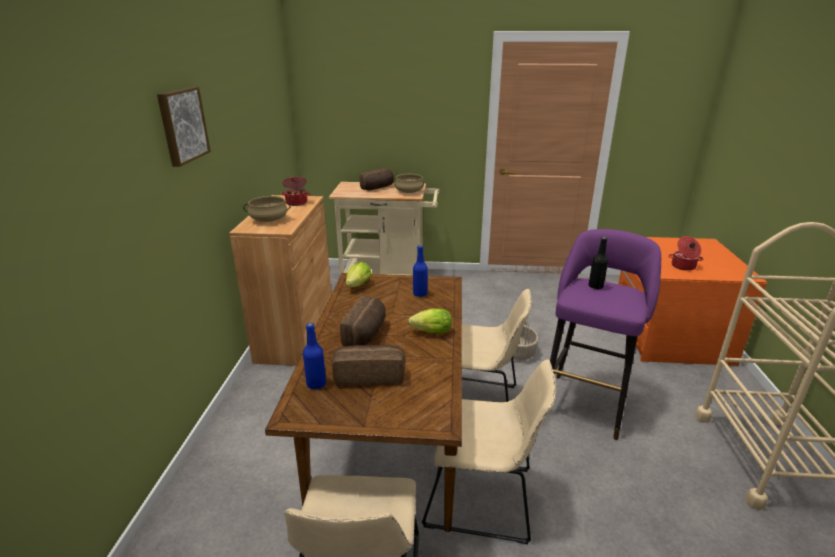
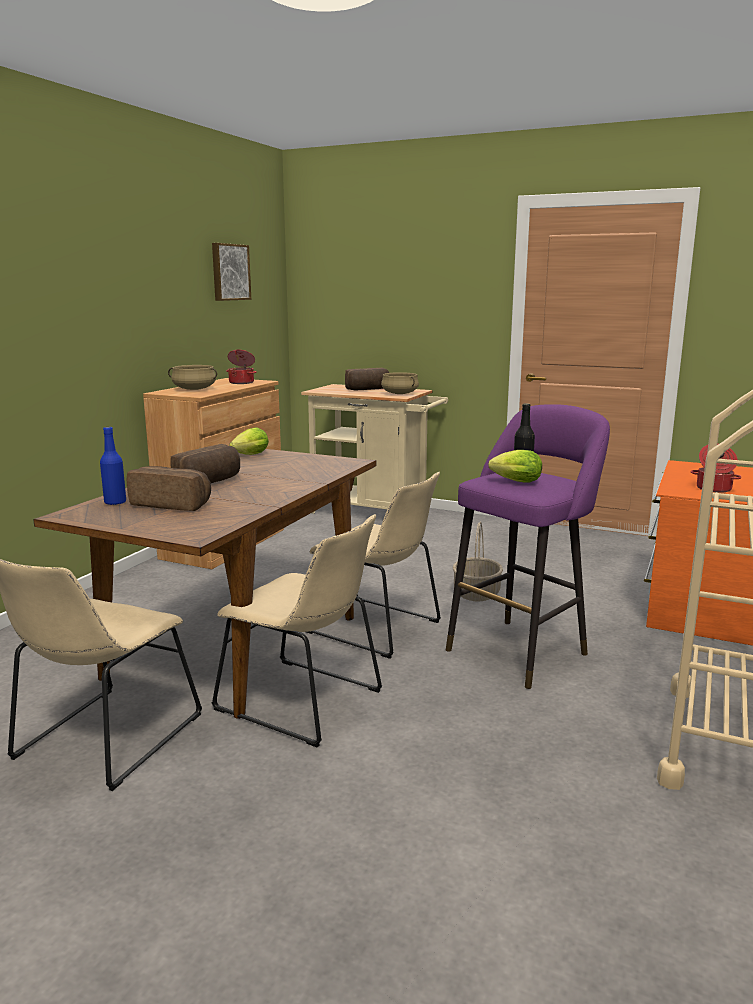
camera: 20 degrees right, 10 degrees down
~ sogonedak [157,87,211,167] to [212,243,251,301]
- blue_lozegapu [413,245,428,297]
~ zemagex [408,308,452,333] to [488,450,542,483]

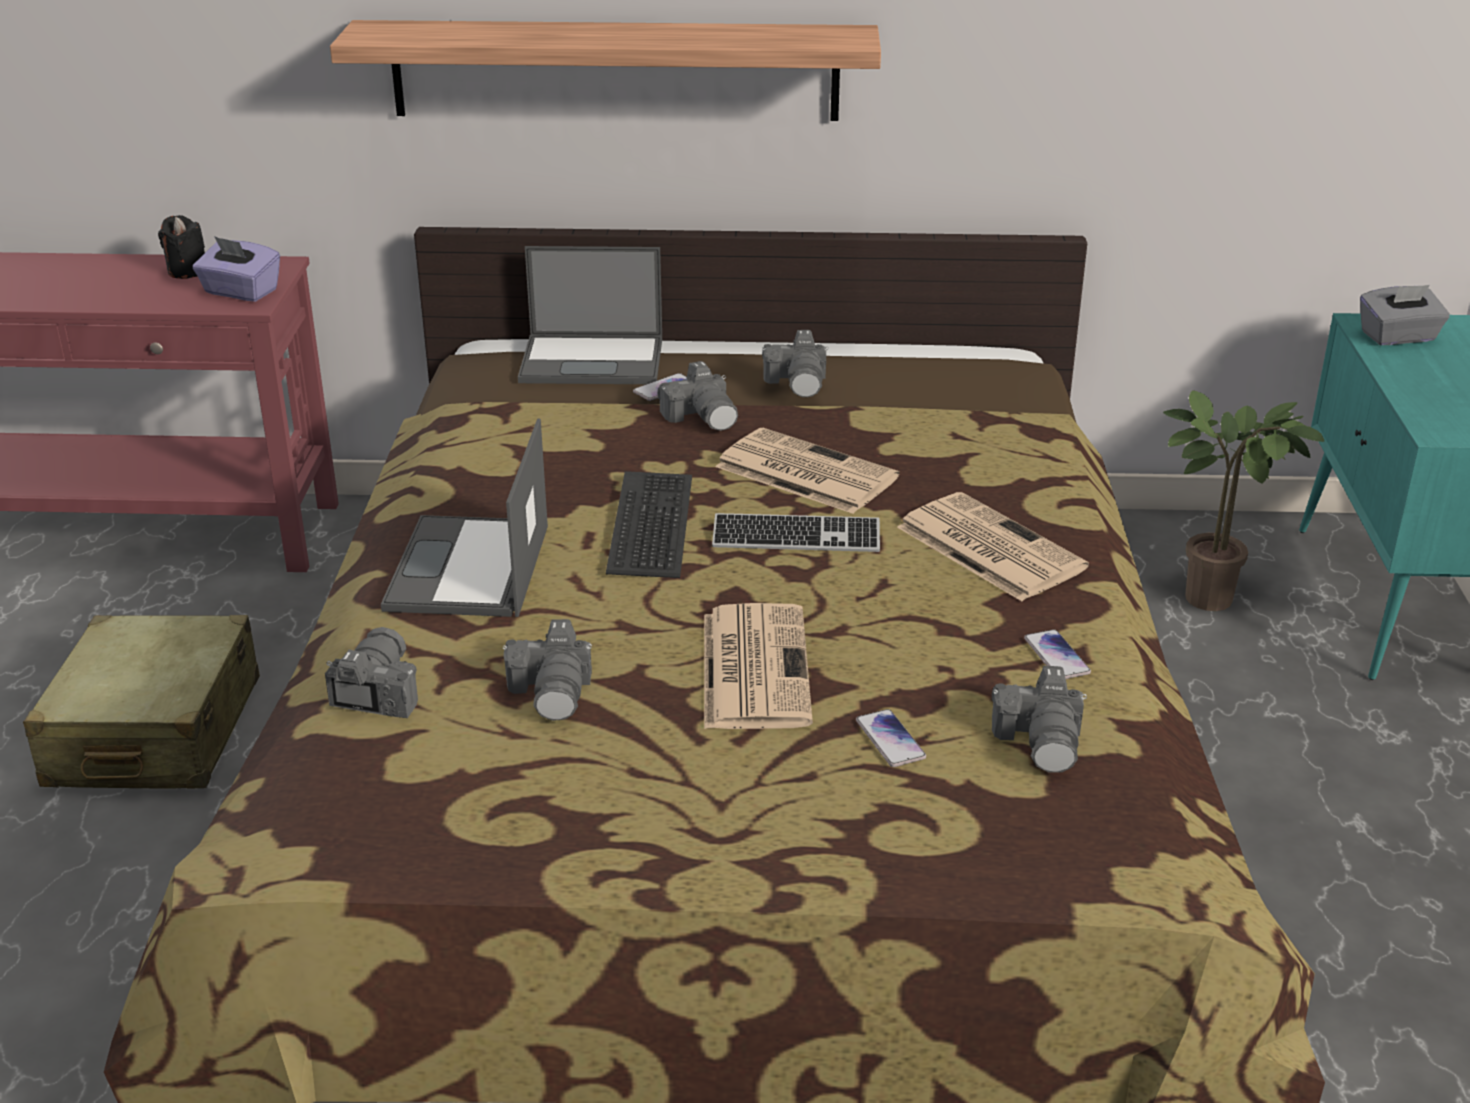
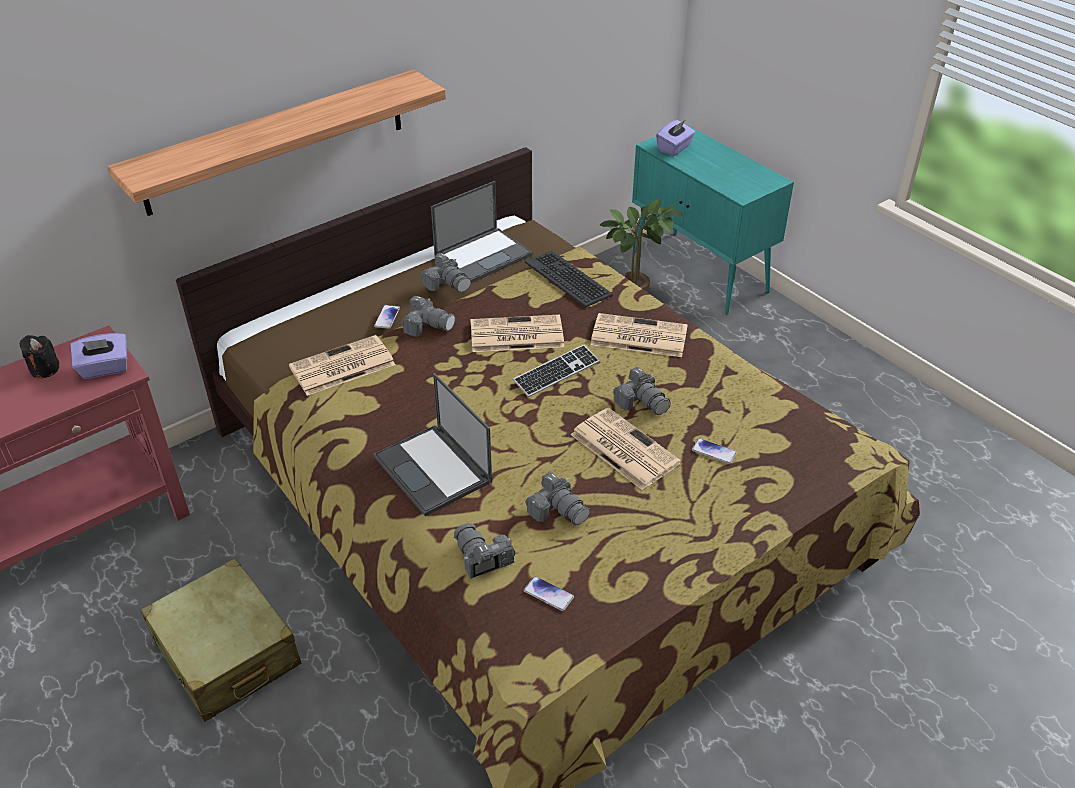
camera: 40 degrees left, 10 degrees up
~ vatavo [518,246,662,384] to [431,181,533,283]
~ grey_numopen [1360,285,1450,345] to purple_numopen [656,120,695,156]
~ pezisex [606,471,692,578] to [525,250,613,308]
~ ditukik [1024,629,1091,679] to [524,576,574,611]
~ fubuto [992,666,1087,773] to [613,367,671,415]
+ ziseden [289,335,395,396]

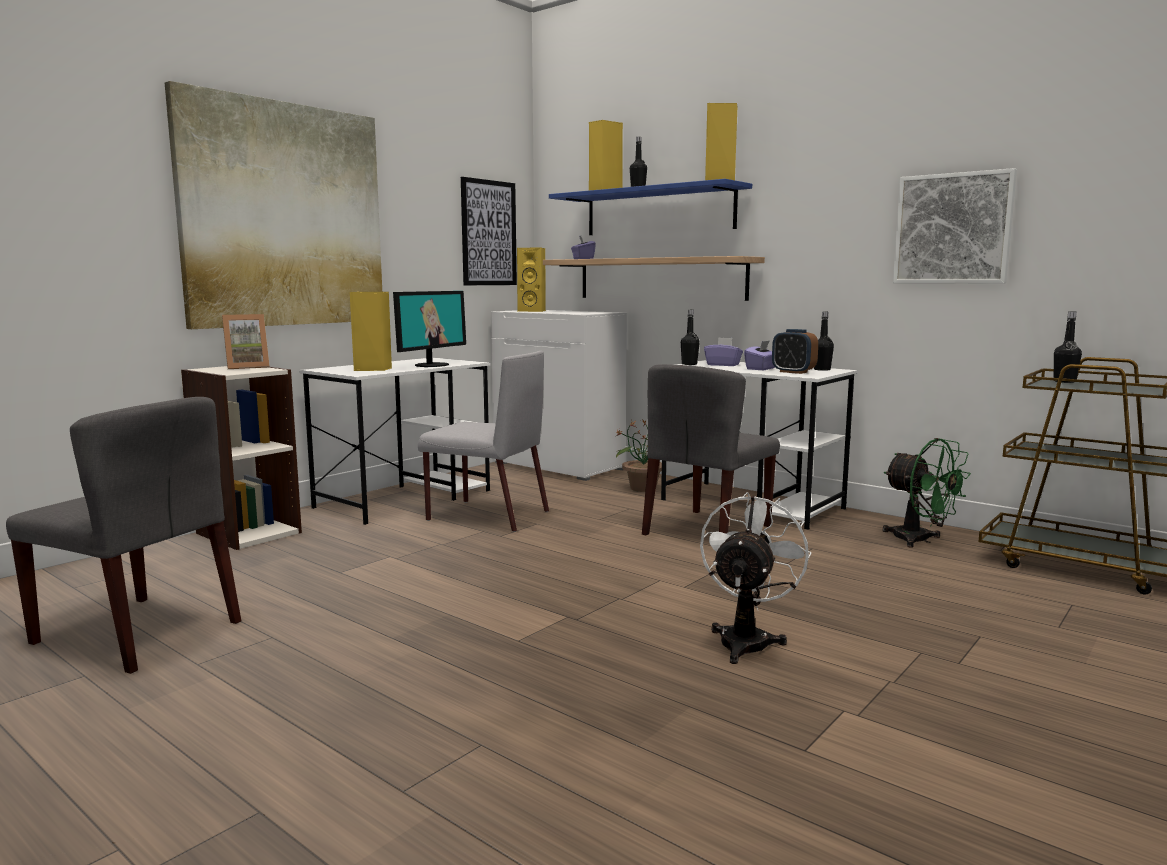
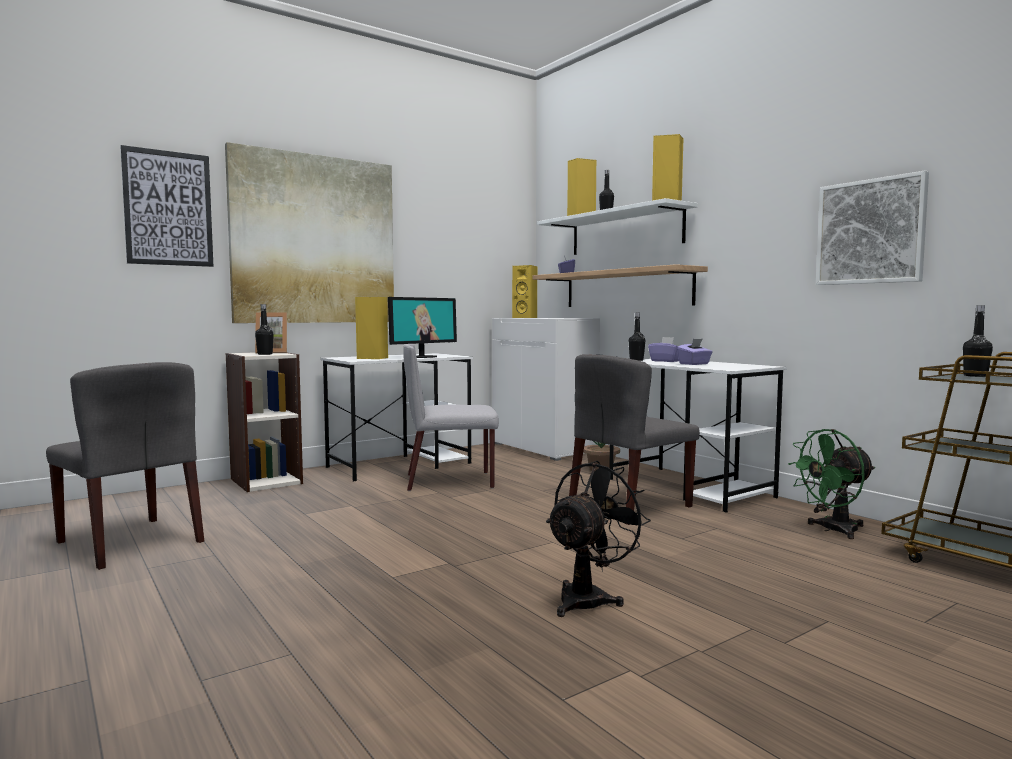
camera: 15 degrees right, 5 degrees down
~ sogonedak [461,177,517,285] to [120,145,214,267]
~ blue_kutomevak [549,179,752,235] to white_kutomevak [537,198,698,255]
~ black_lozegapu [814,312,834,371] to [255,304,274,355]
- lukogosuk [772,329,818,374]
~ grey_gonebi [418,351,549,532] = [403,344,499,491] 135 degrees clockwise
~ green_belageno [883,438,971,548] = [788,429,875,539] 90 degrees clockwise
~ white_belageno [700,492,811,664] to black_belageno [546,461,651,617]

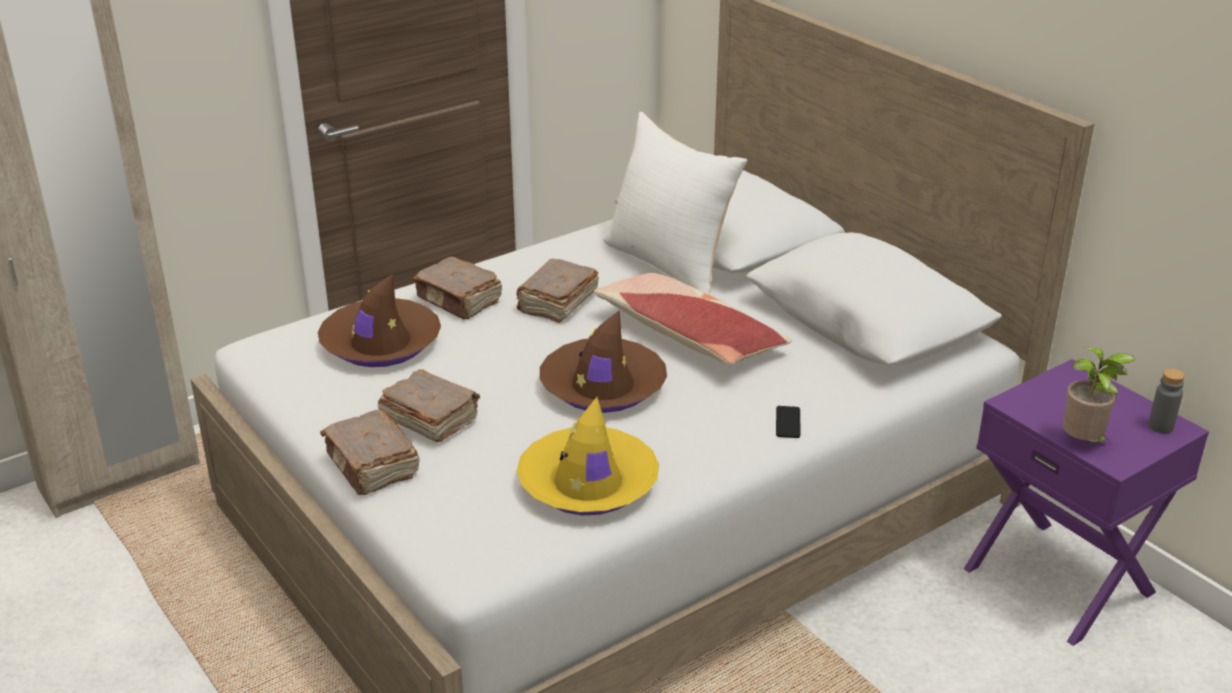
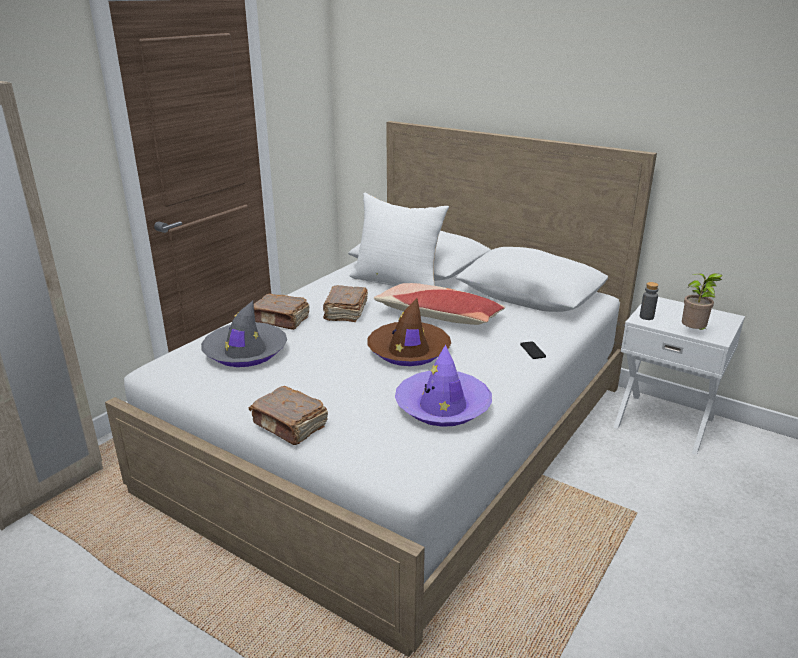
camera: 20 degrees left, 5 degrees down
~ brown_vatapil [318,274,441,367] to grey_vatapil [201,301,287,367]
~ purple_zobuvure [964,359,1209,646] to white_zobuvure [613,297,745,455]
- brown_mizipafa [378,369,480,442]
~ grey_lozegapu [1148,369,1185,434] to [640,282,659,320]
~ yellow_vatapil [517,397,659,516] to purple_vatapil [395,344,492,427]

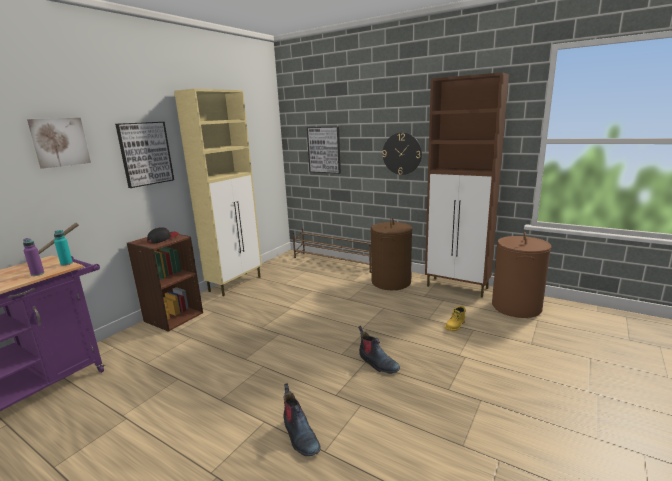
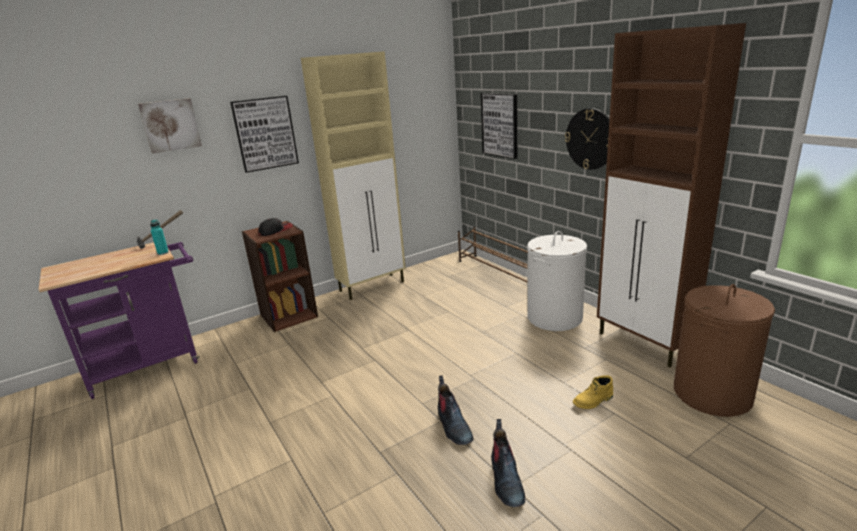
camera: 25 degrees right, 5 degrees up
~ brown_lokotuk [371,218,413,290] to white_lokotuk [527,231,587,331]
- purple_lozegapu [23,238,44,276]
~ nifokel [284,383,321,456] to [491,419,525,507]

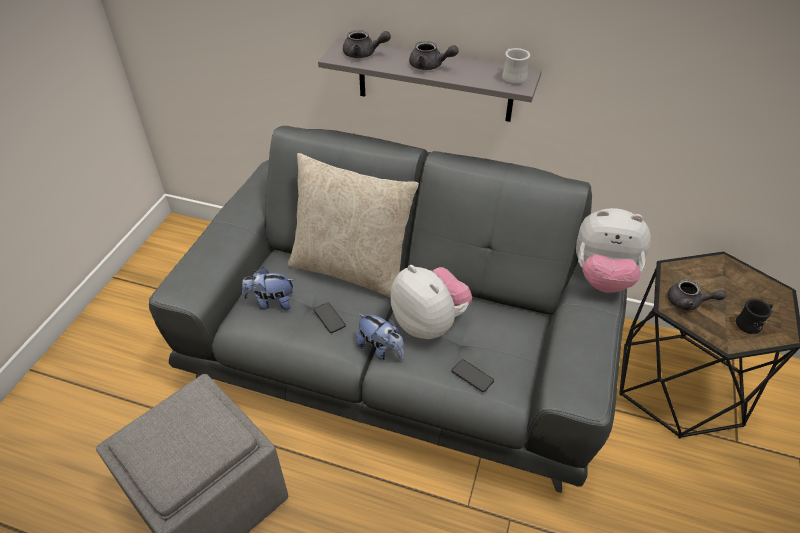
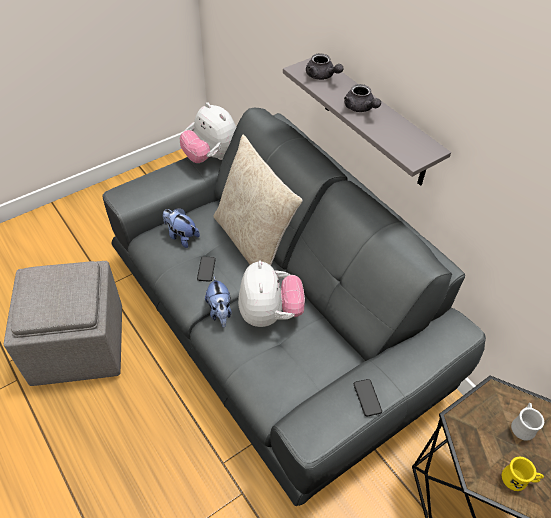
camera: 35 degrees right, 5 degrees up
~ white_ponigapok [502,48,530,85] to [511,403,544,441]
~ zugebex [576,208,651,293] to [180,102,236,163]
- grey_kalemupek [668,279,726,311]
~ black_ponigapok [736,299,773,334] to yellow_ponigapok [502,456,544,491]
~ ditukik [452,359,494,392] to [354,379,382,416]

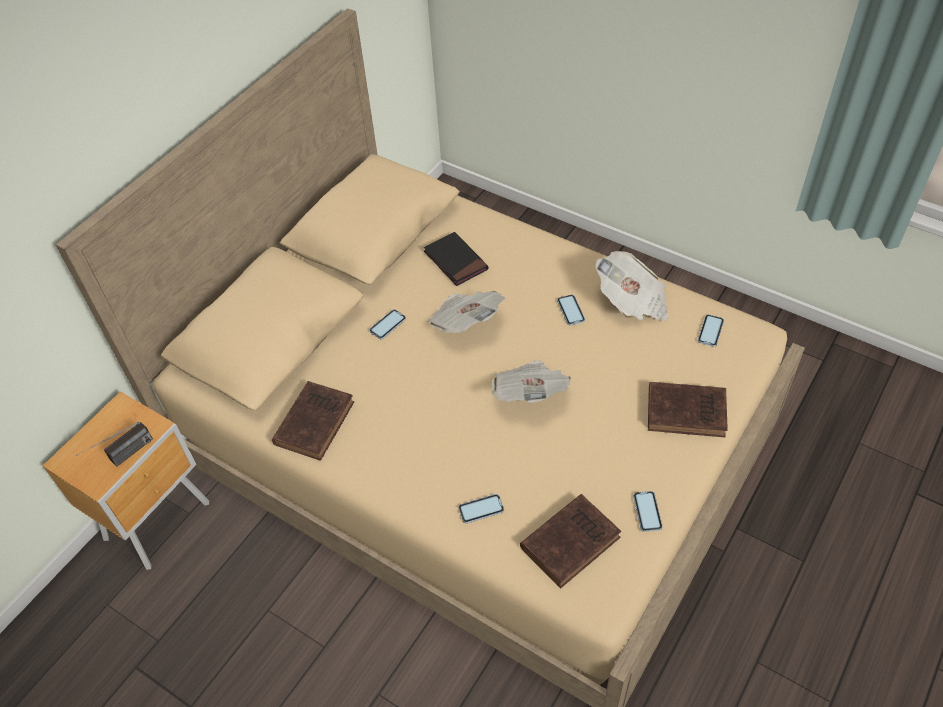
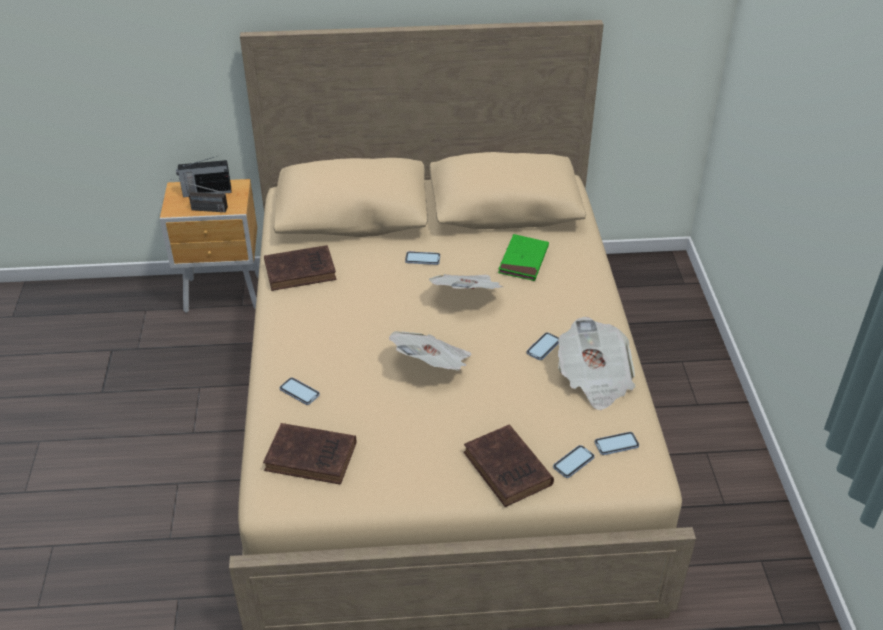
camera: 50 degrees right, 10 degrees down
~ black_mizipafa [424,232,488,286] to green_mizipafa [498,234,549,281]
~ ditukik [633,491,663,532] to [553,445,595,478]
+ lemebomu [176,156,231,197]

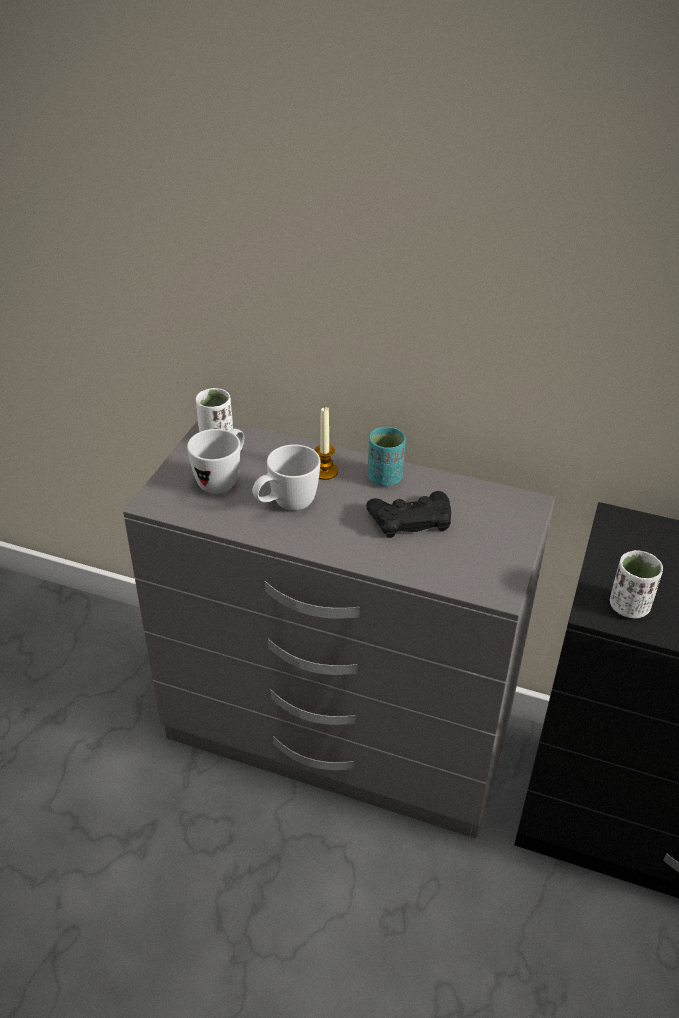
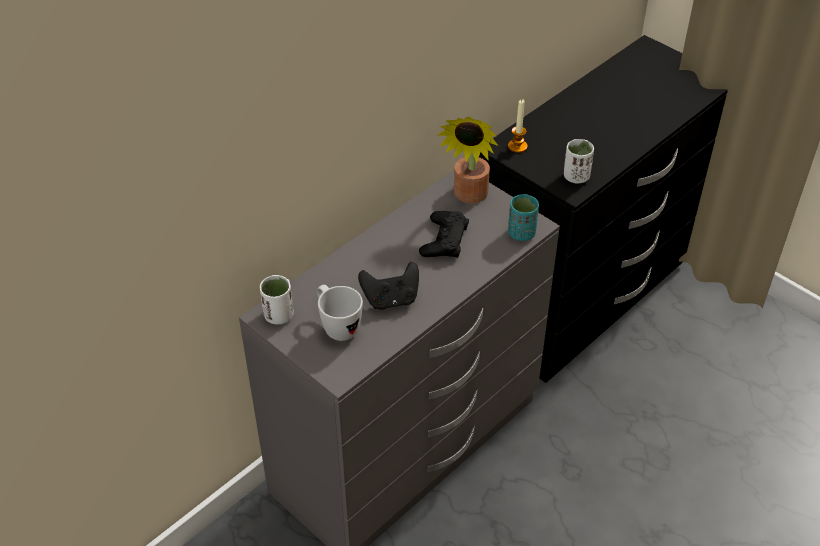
camera: 65 degrees left, 5 degrees up
~ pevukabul [315,407,338,480] to [508,99,528,153]
~ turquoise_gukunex [367,427,406,486] to [508,194,539,241]
~ white_ponigapok [252,444,321,511] to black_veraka [358,262,419,310]
+ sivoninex [438,116,498,203]

